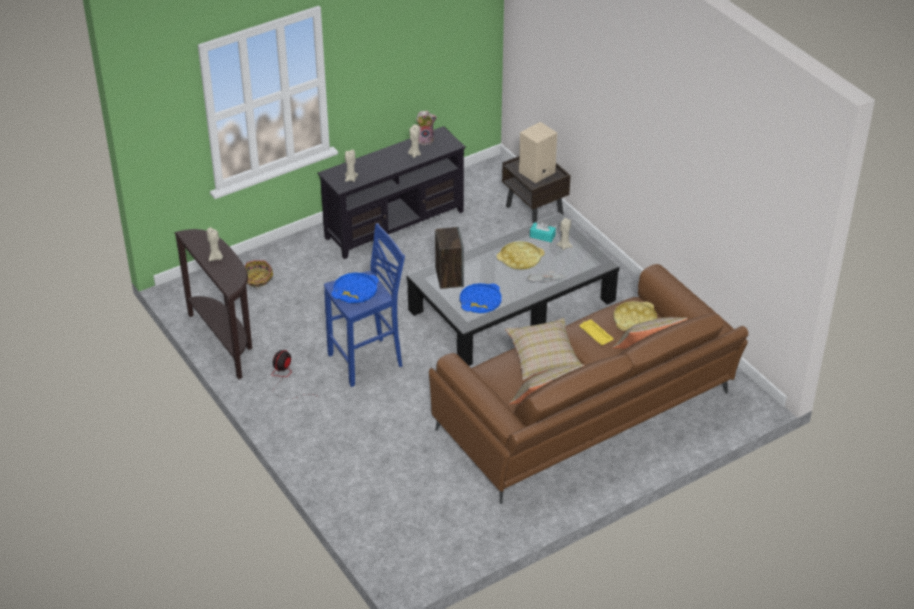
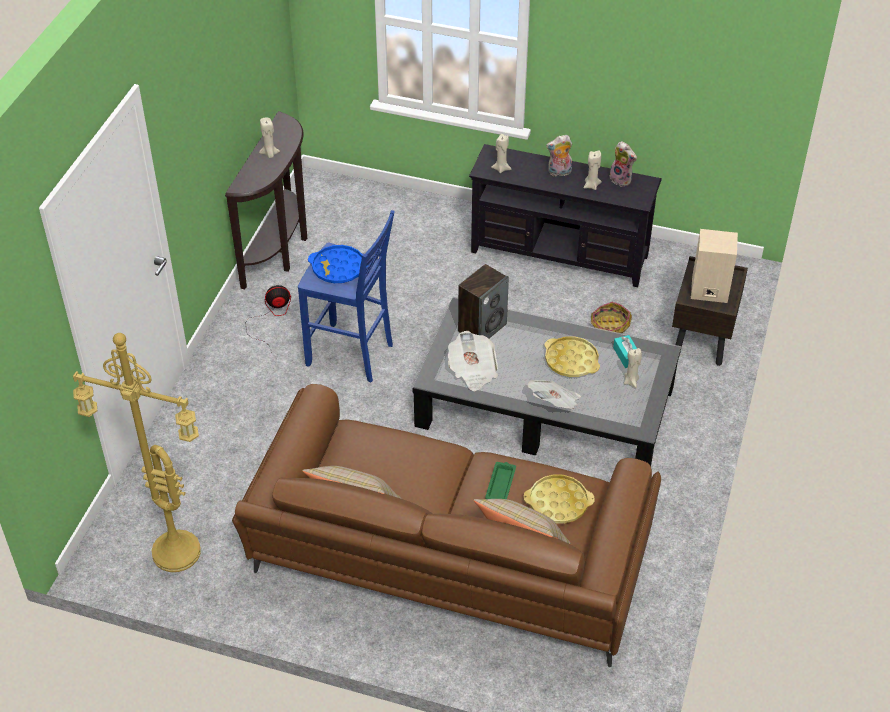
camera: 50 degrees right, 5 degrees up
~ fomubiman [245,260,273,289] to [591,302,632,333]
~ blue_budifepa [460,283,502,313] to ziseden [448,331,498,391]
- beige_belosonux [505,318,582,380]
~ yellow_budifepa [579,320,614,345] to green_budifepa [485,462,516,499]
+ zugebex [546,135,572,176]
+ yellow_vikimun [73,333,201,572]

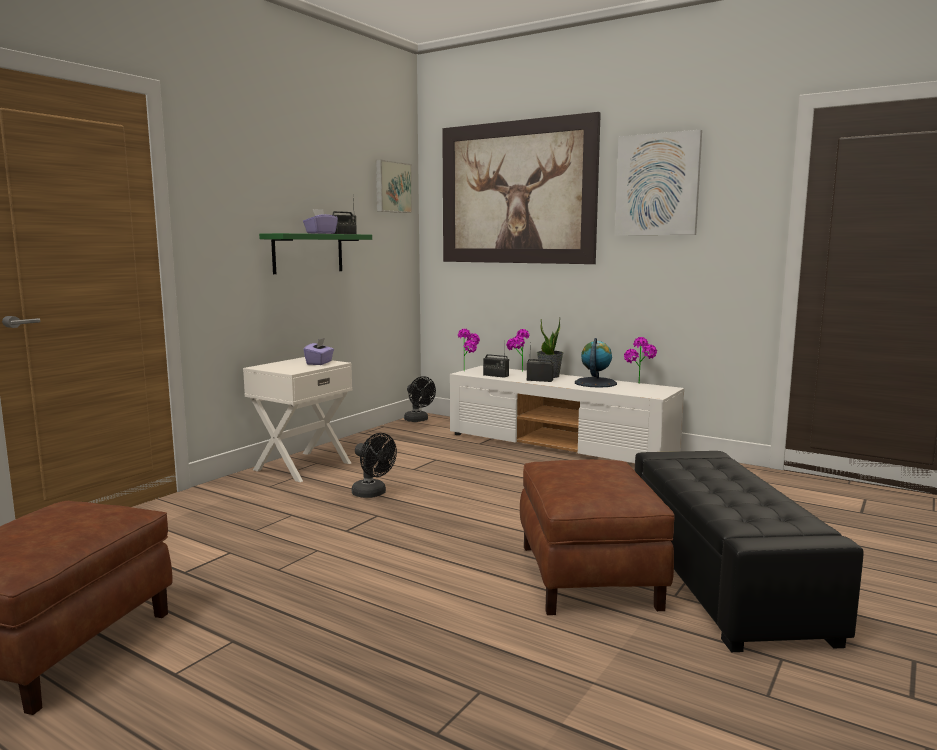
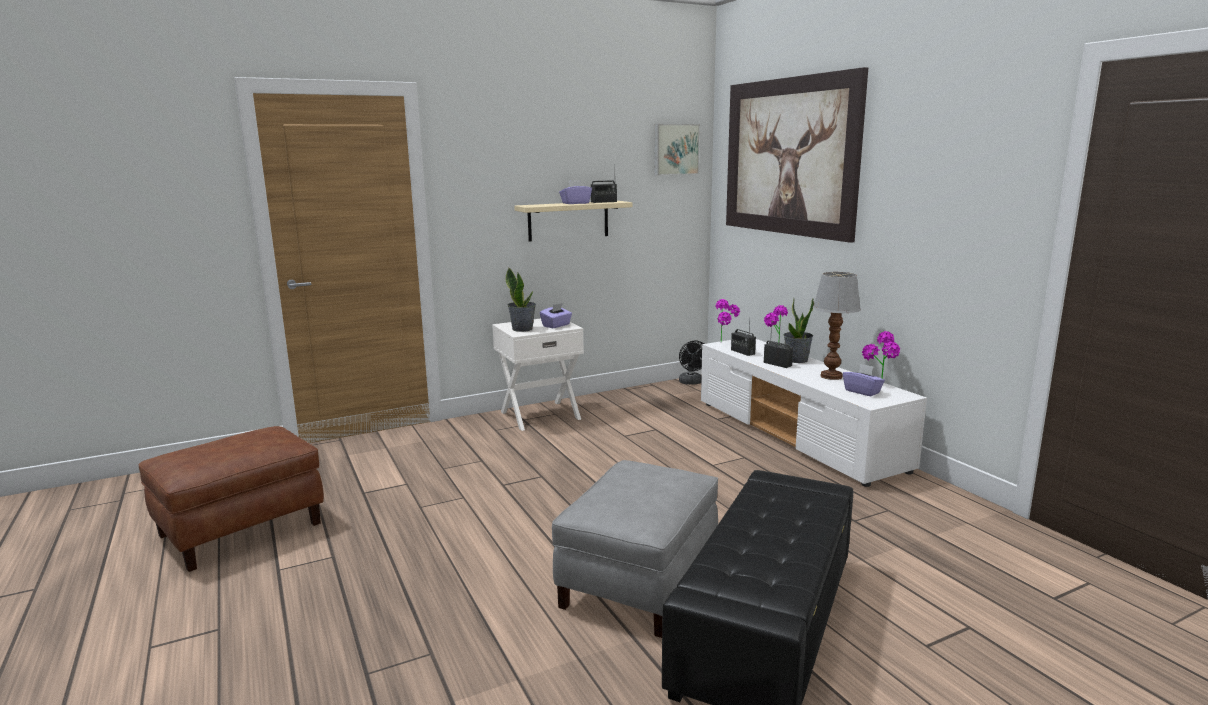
camera: 30 degrees right, 5 degrees up
- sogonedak [615,130,702,235]
~ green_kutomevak [259,233,372,274] to beige_kutomevak [514,201,632,242]
~ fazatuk [575,338,617,388] to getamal [813,272,861,380]
- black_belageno [352,433,397,498]
~ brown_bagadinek [520,459,675,615] to grey_bagadinek [552,460,718,638]
+ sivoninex [506,268,536,332]
+ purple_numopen [843,363,885,396]

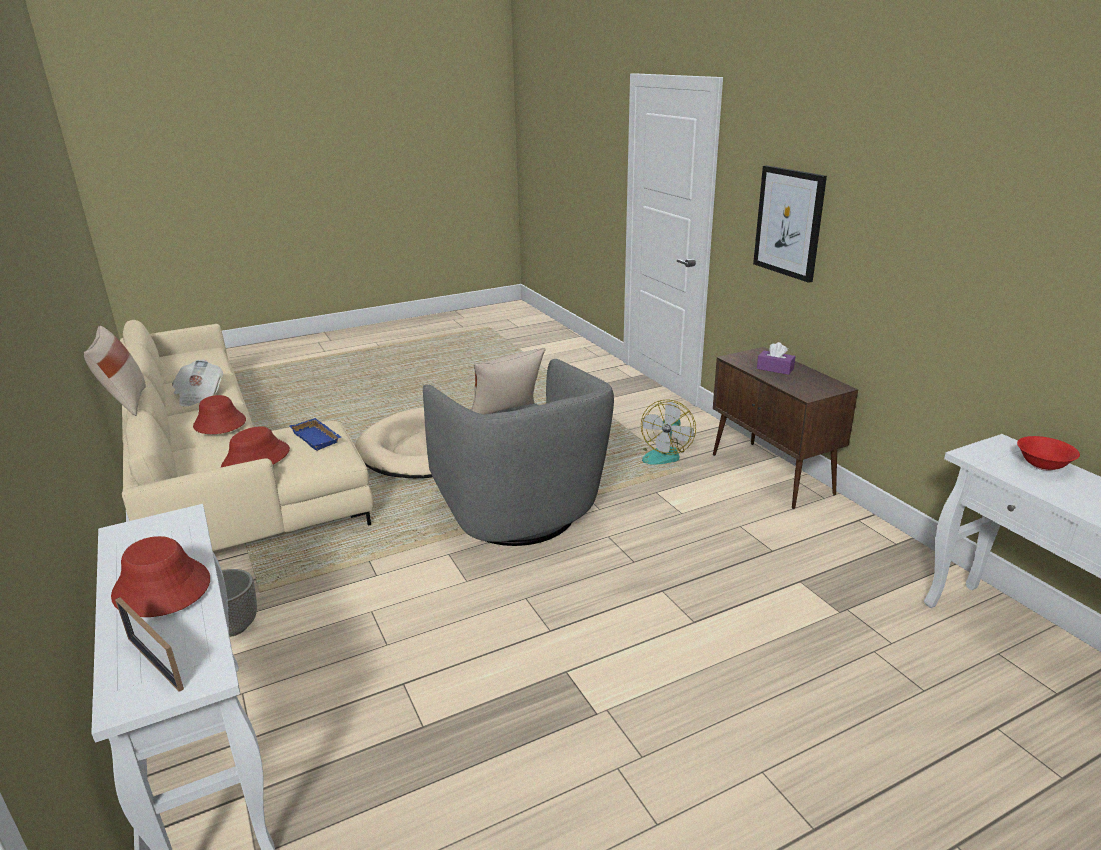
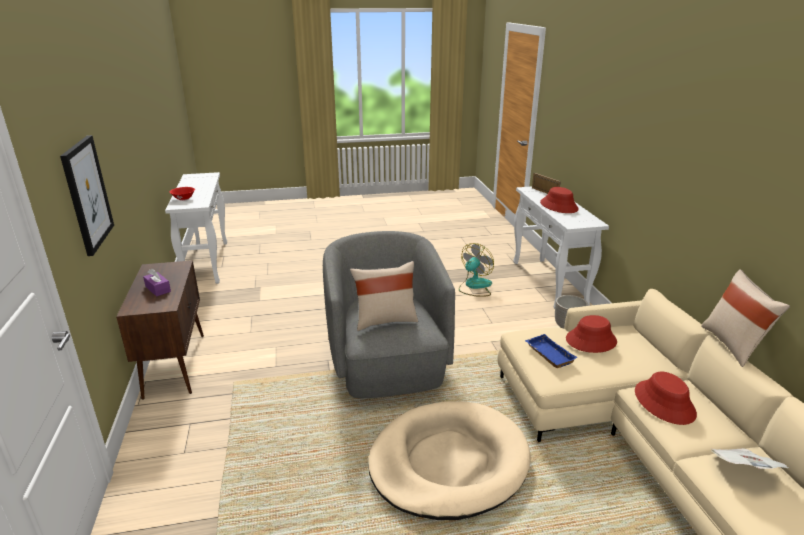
camera: 165 degrees left, 0 degrees up
~ belageno [641,399,696,465] to [459,243,494,297]

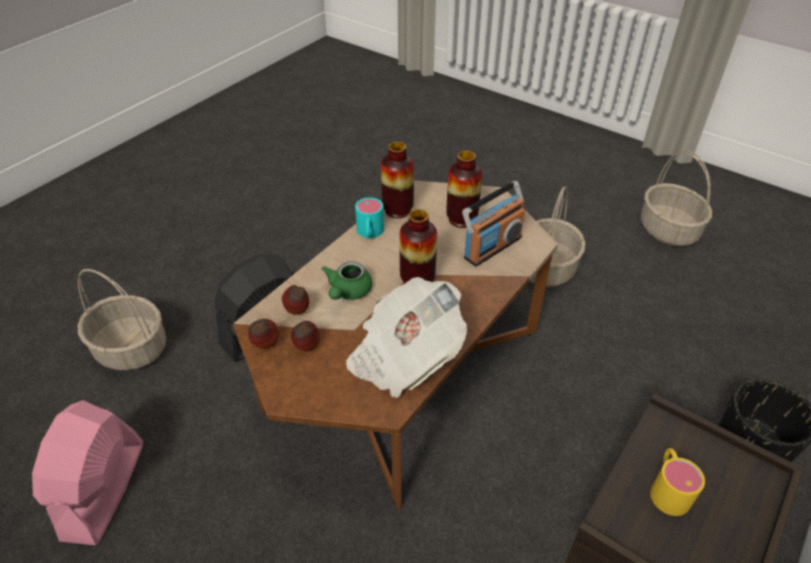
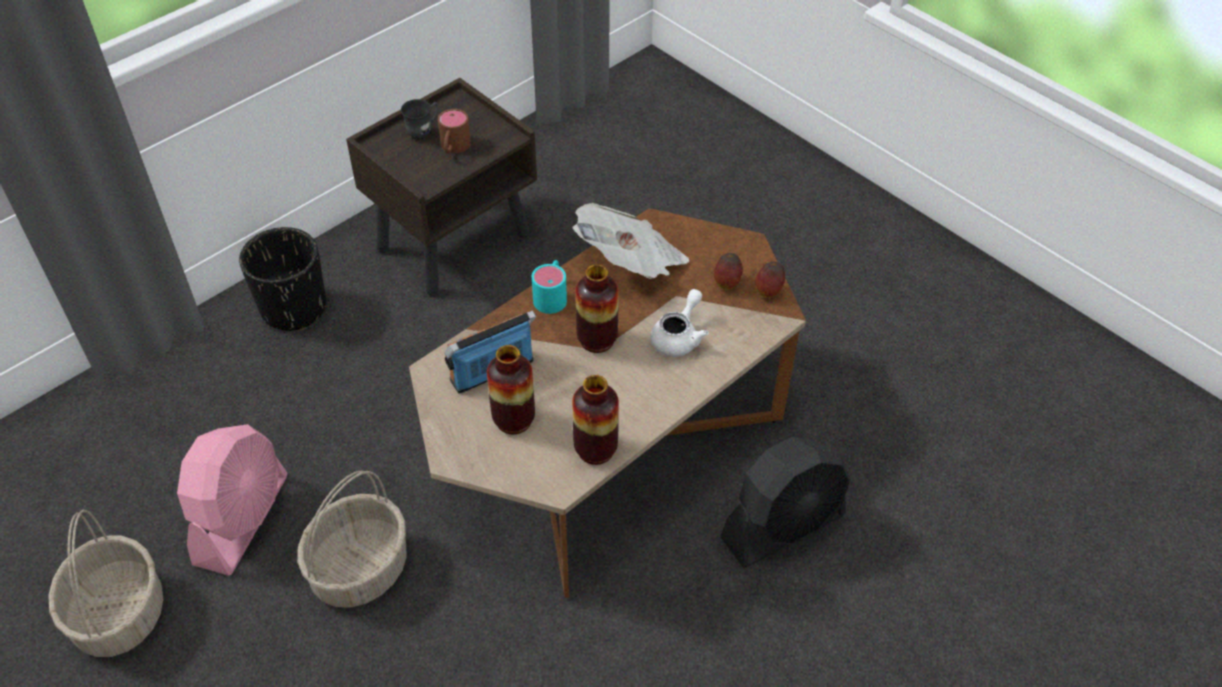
camera: 170 degrees left, 5 degrees up
~ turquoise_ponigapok [355,197,384,239] to [532,260,567,314]
~ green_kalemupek [321,261,372,300] to white_kalemupek [650,289,709,357]
- fomubiman [78,269,166,370]
- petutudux [282,285,309,315]
~ pink_belageno [32,400,143,545] to [177,424,287,576]
~ yellow_ponigapok [650,448,705,516] to brown_ponigapok [438,109,471,153]
+ grey_ponigapok [401,99,438,140]

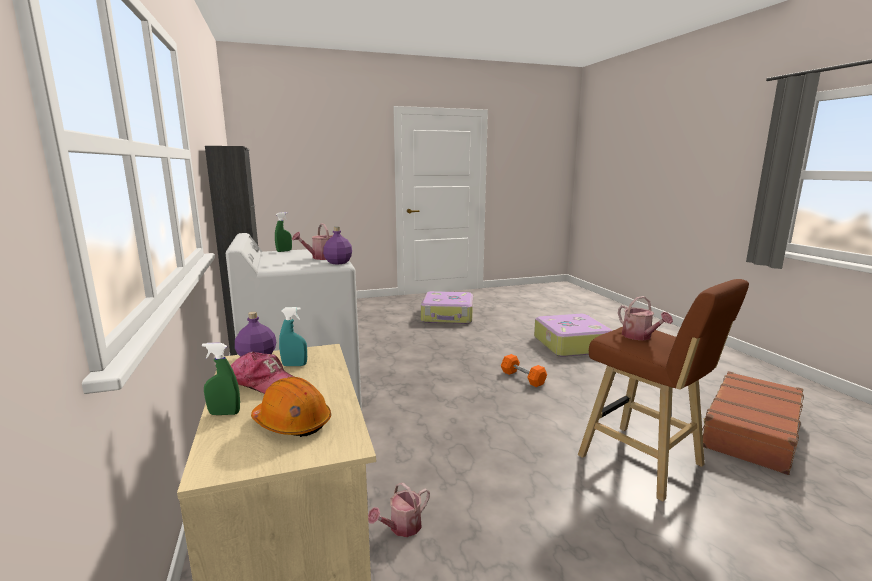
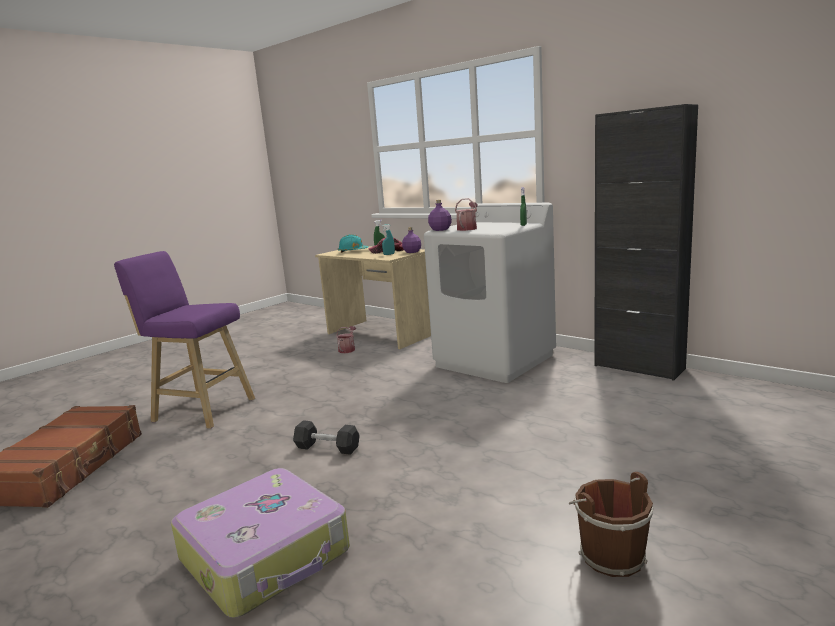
camera: 150 degrees right, 0 degrees up
~ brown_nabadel [578,279,749,502] to purple_nabadel [114,251,255,429]
~ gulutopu [421,291,473,324] to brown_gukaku [569,472,653,577]
- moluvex [618,296,673,340]
~ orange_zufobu [501,354,547,387] to grey_zufobu [293,420,360,455]
~ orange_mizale [251,377,331,437] to turquoise_mizale [338,234,368,253]

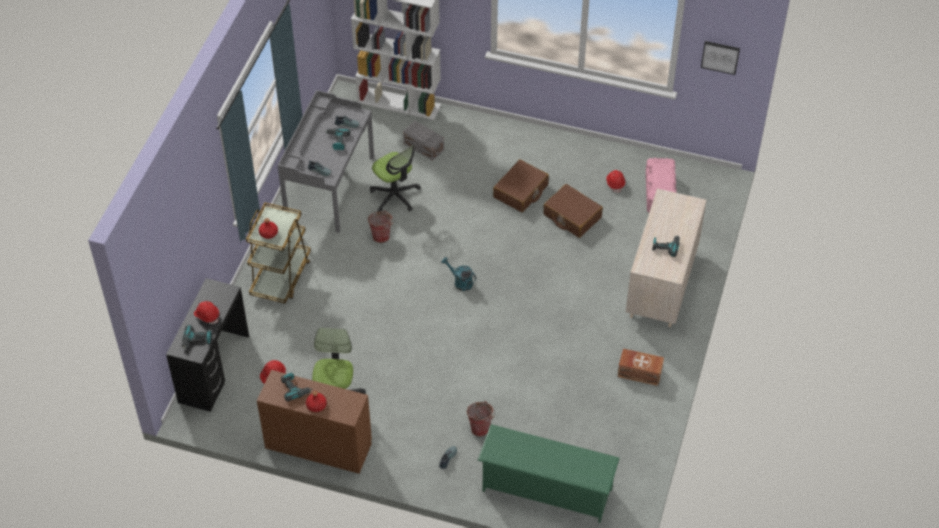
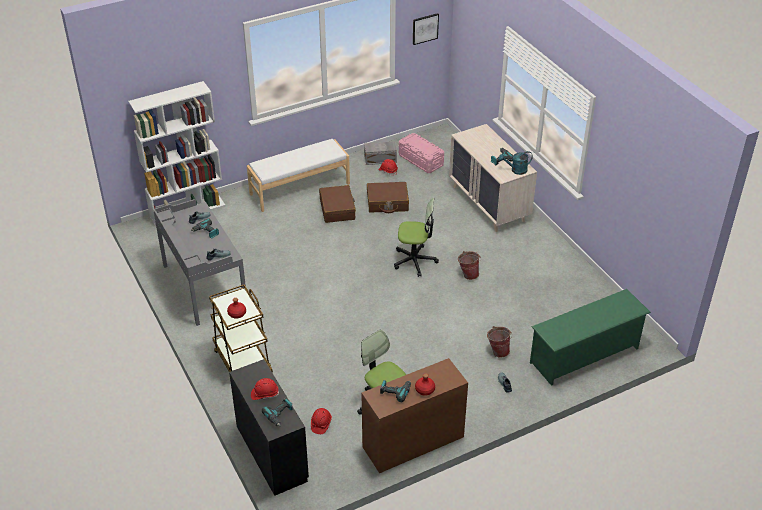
camera: 45 degrees left, 10 degrees down
~ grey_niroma [403,121,444,161] to [364,141,397,165]
~ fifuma [370,145,421,212] to [394,198,439,277]
~ gukaku [368,210,394,243] to [458,251,481,280]
~ turquoise_moluvex [441,257,476,291] to [499,151,533,175]
- brown_niroma [617,349,664,386]
+ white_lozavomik [247,139,350,212]

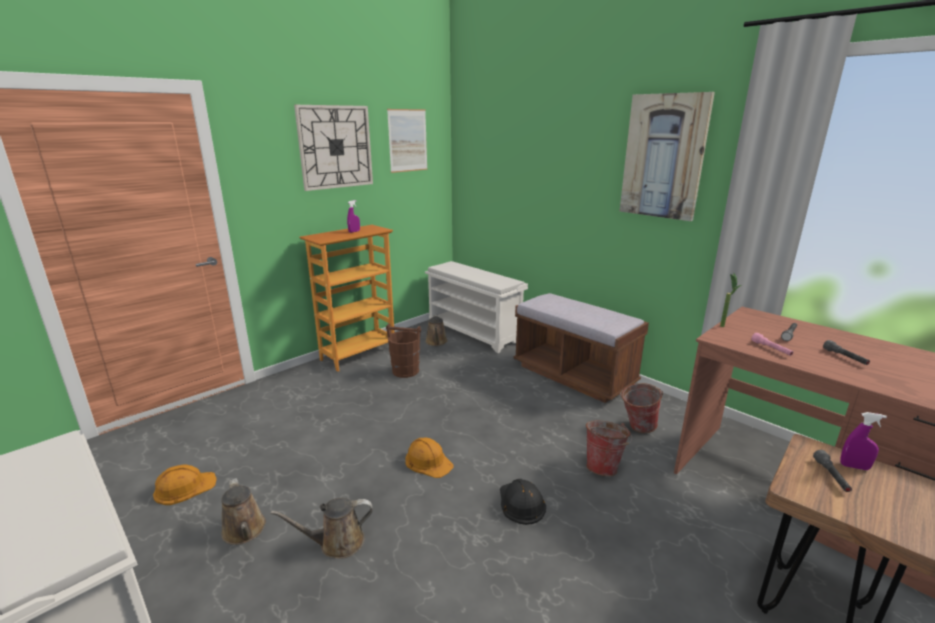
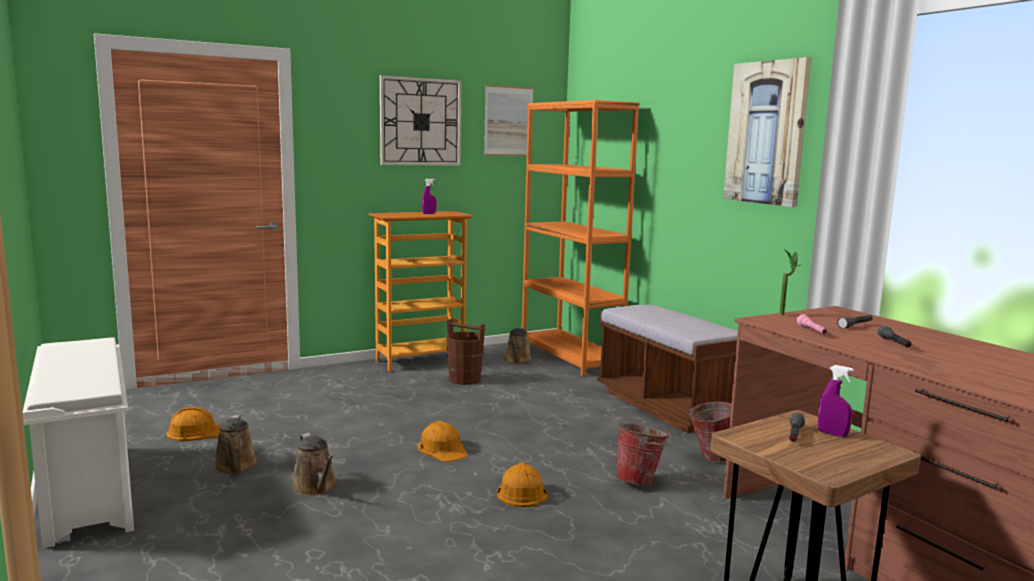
camera: 15 degrees right, 10 degrees down
~ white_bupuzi [425,261,528,353] to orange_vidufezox [522,100,640,377]
~ black_mizale [500,479,546,525] to orange_mizale [497,462,547,507]
~ brown_moluvex [270,498,373,559] = [291,433,337,496] 120 degrees counterclockwise

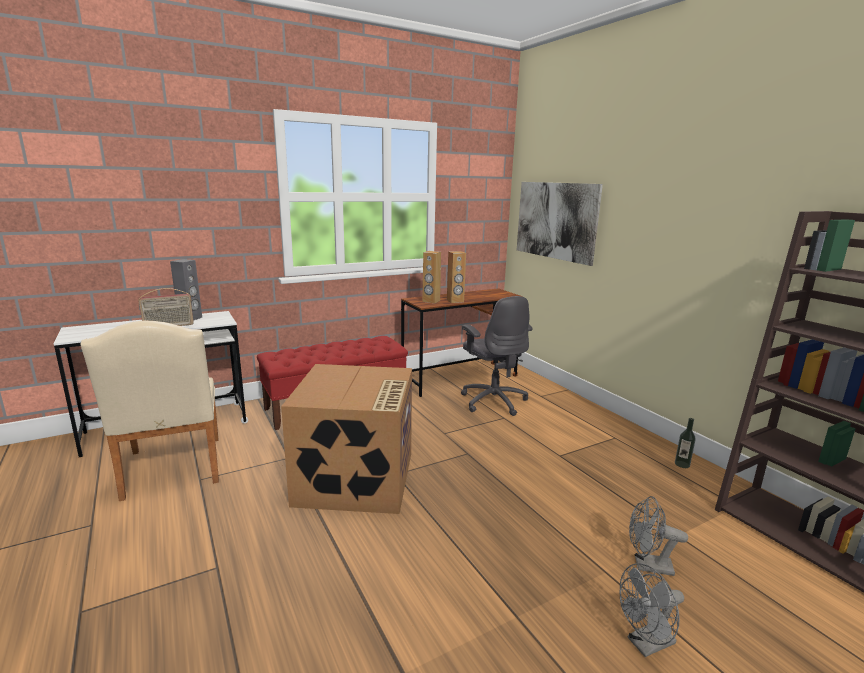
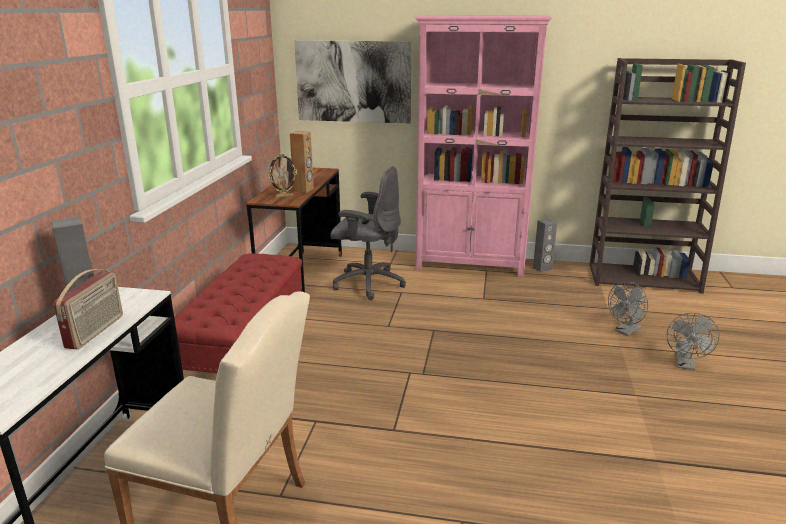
camera: 50 degrees left, 5 degrees up
~ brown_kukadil [422,251,441,303] to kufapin [268,153,297,198]
- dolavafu [281,364,412,514]
~ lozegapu [675,418,696,468] to grey_kukadil [533,219,557,272]
+ pink_vidufezox [415,15,552,277]

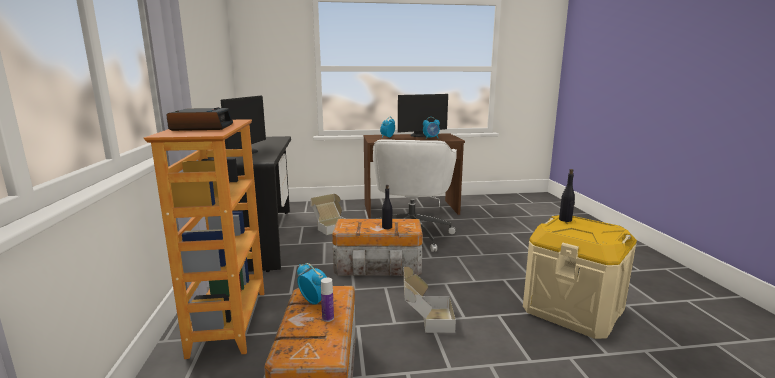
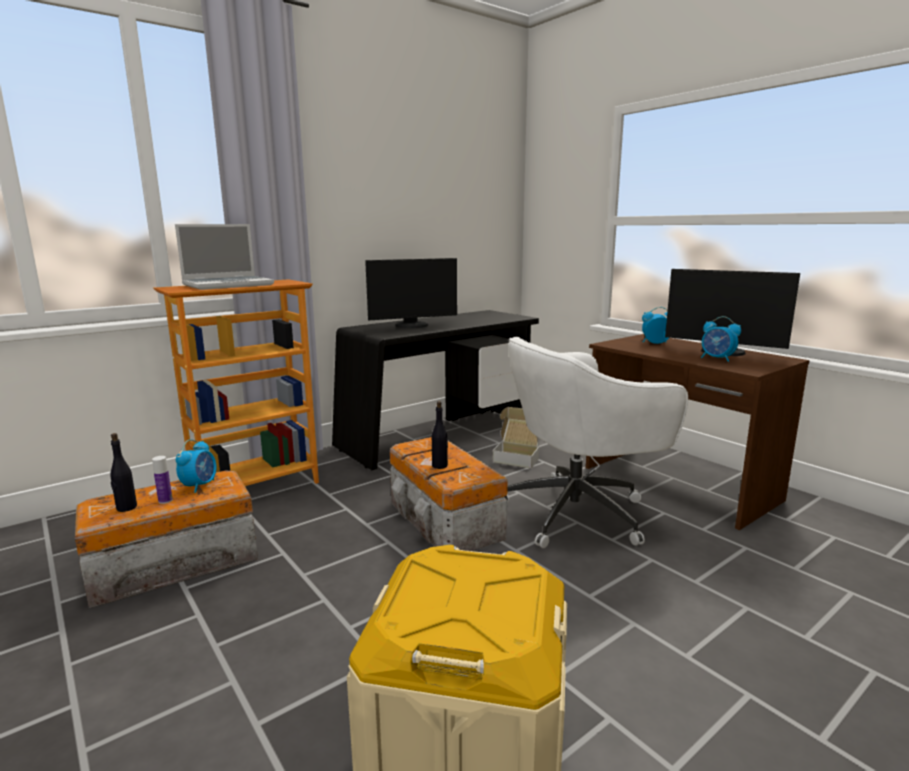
camera: 60 degrees right, 0 degrees up
~ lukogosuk [166,107,233,131] to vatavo [175,224,274,290]
~ black_lozegapu [559,169,575,222] to [110,433,137,512]
- dolavafu [403,267,456,333]

